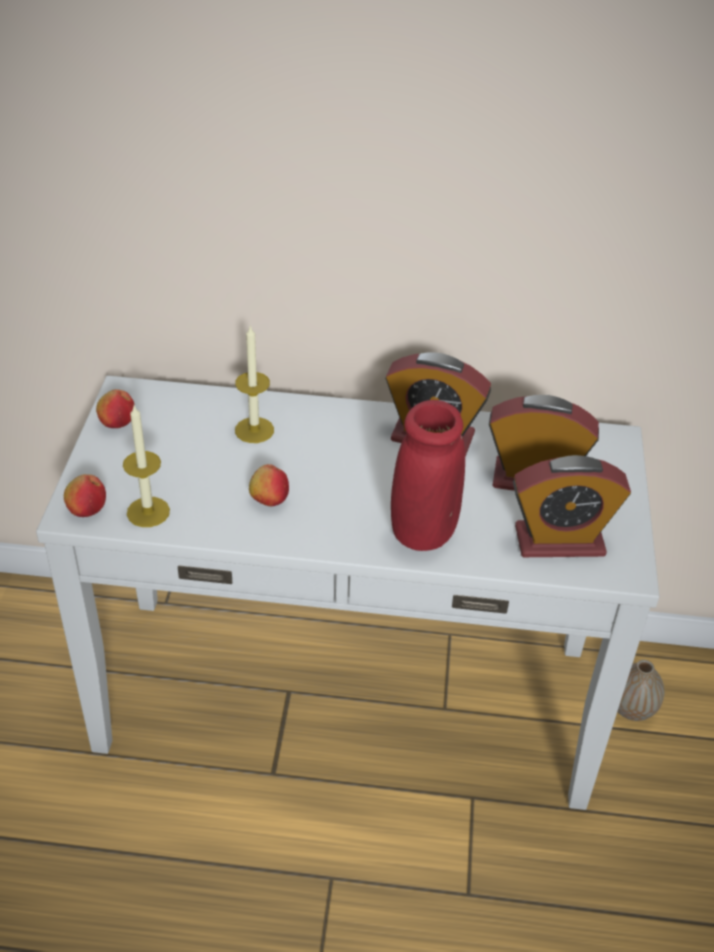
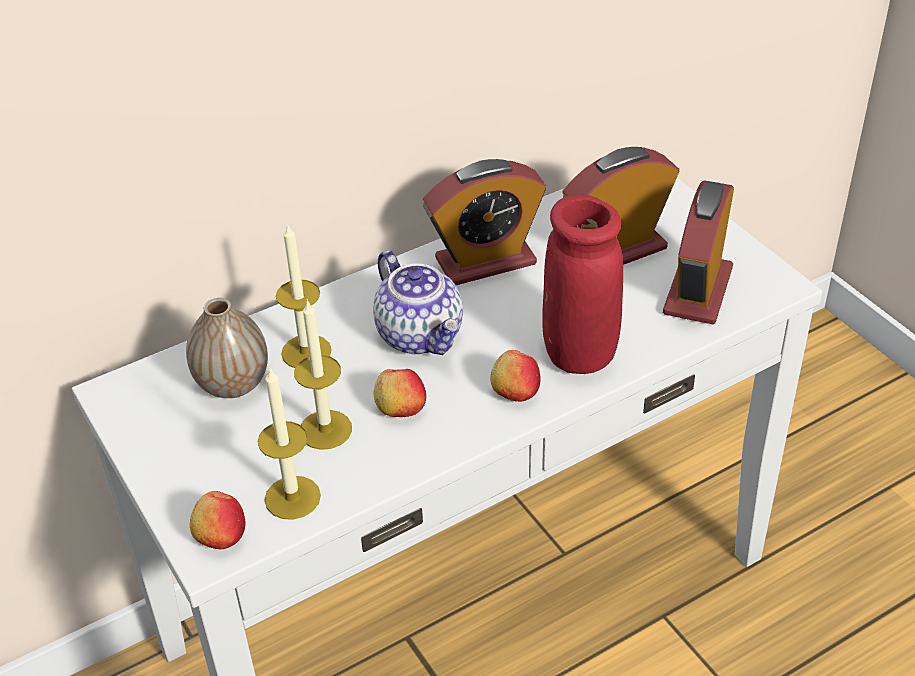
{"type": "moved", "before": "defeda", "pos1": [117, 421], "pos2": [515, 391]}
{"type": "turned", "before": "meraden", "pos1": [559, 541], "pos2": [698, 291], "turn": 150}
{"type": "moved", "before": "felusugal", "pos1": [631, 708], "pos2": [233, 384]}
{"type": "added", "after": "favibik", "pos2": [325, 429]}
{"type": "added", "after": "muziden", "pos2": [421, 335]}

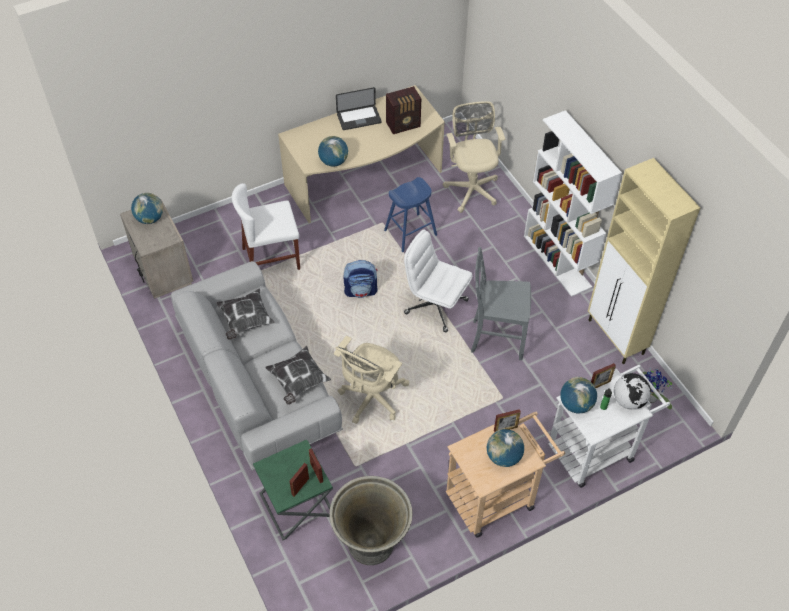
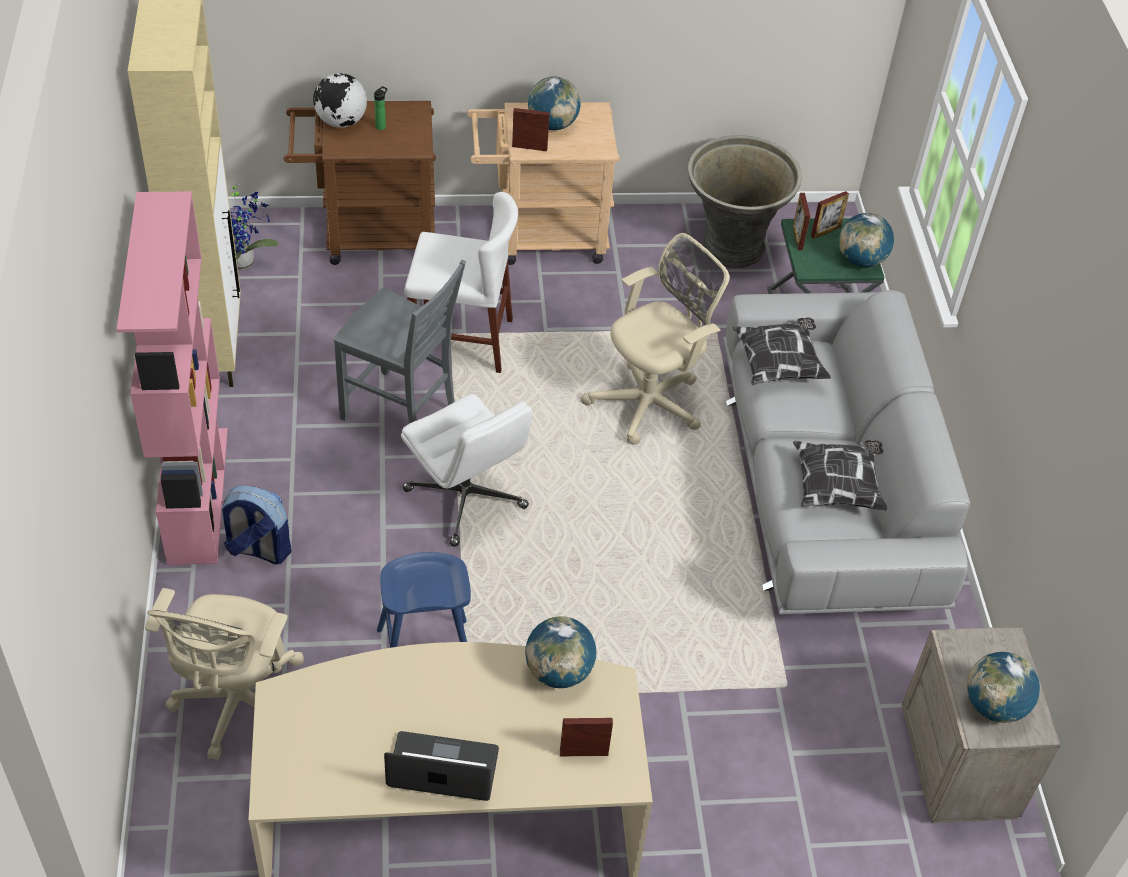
{"type": "moved", "before": "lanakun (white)", "pos1": [271, 259], "pos2": [461, 340]}
{"type": "moved", "before": "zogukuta", "pos1": [361, 291], "pos2": [258, 549]}
{"type": "removed", "before": "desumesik", "pos1": [404, 125]}
{"type": "recoloured", "before": "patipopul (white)", "after": "patipopul (pink)", "pos1": [558, 261], "pos2": [197, 494]}
{"type": "recoloured", "before": "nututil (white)", "after": "nututil (brown)", "pos1": [597, 448], "pos2": [368, 236]}
{"type": "moved", "before": "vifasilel", "pos1": [576, 404], "pos2": [861, 260]}
{"type": "moved", "before": "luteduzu", "pos1": [599, 384], "pos2": [583, 753]}

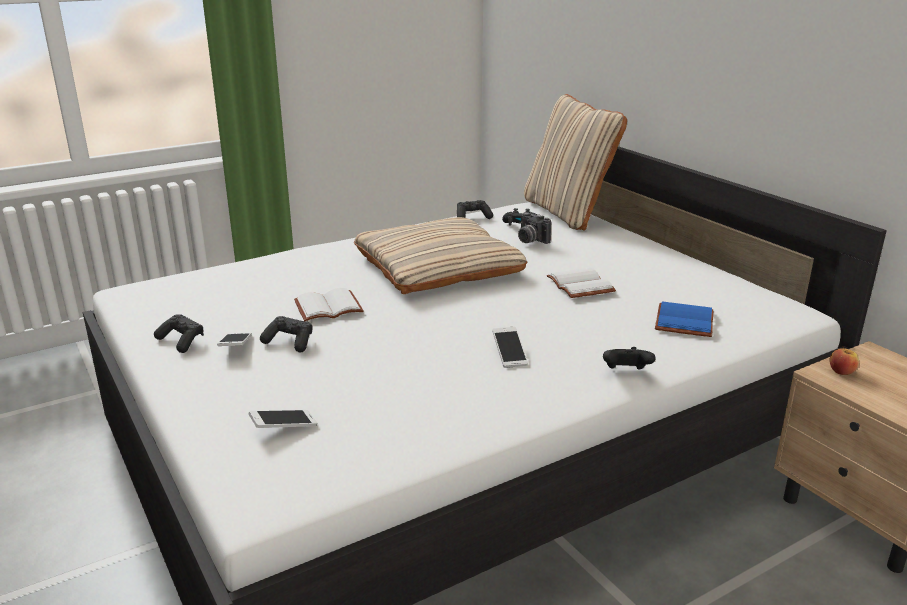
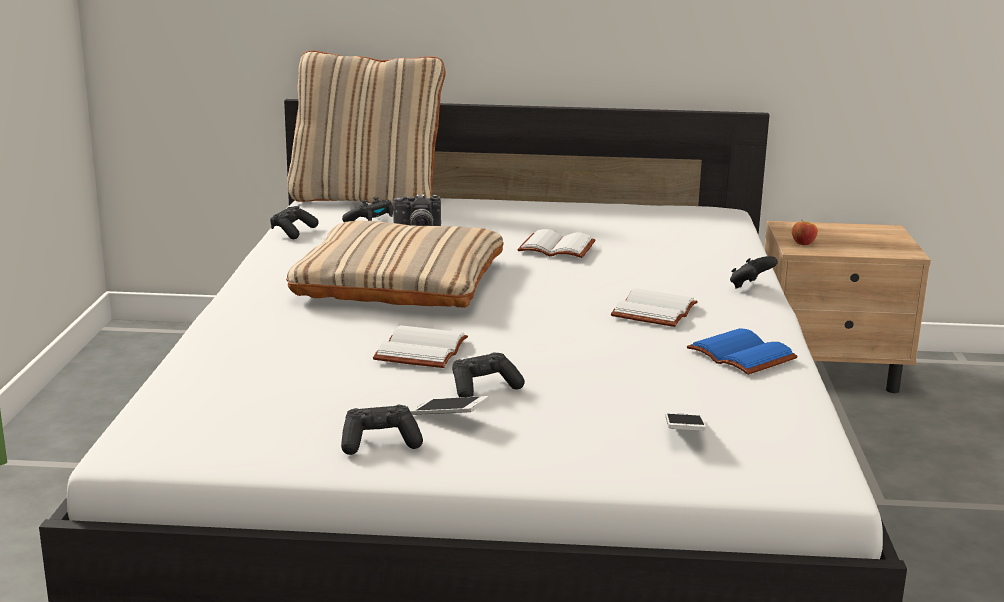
{"type": "replaced", "before": "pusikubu", "after": "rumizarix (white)", "pos1": [509, 354], "pos2": [656, 312]}
{"type": "moved", "before": "rumizarix (blue)", "pos1": [682, 321], "pos2": [738, 355]}

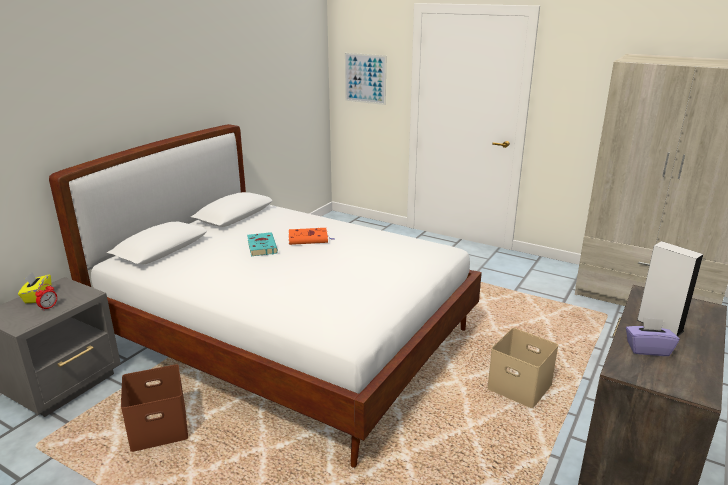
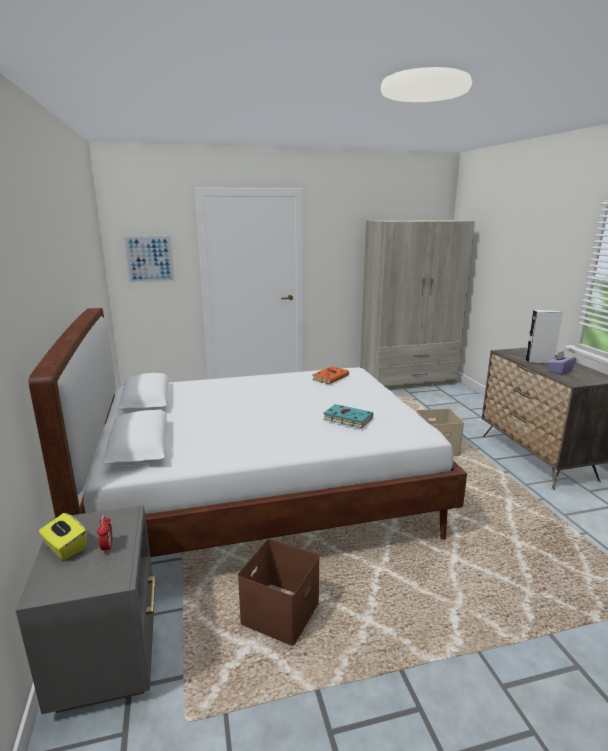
{"type": "moved", "before": "rumizarix (turquoise)", "pos1": [261, 246], "pos2": [346, 418]}
{"type": "moved", "before": "rumizarix (orange)", "pos1": [309, 239], "pos2": [331, 377]}

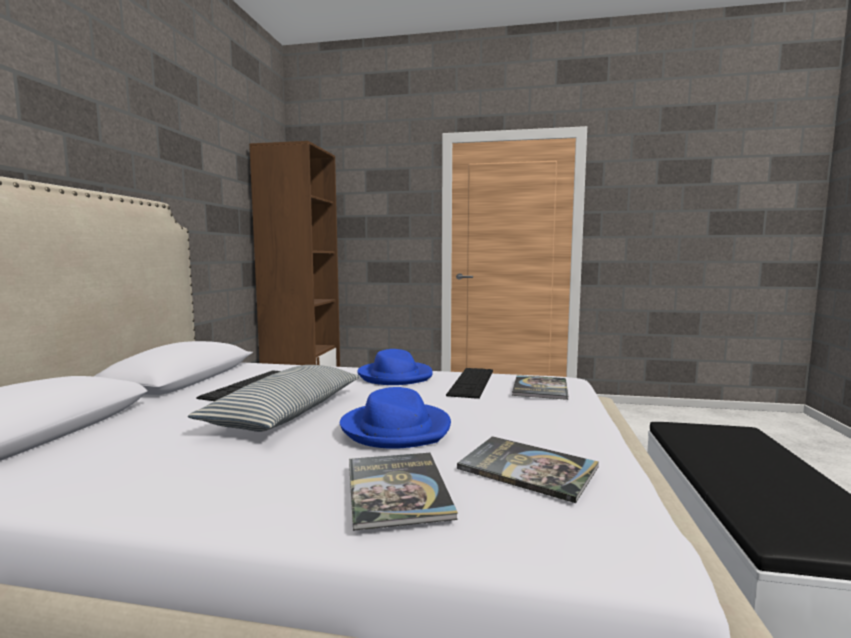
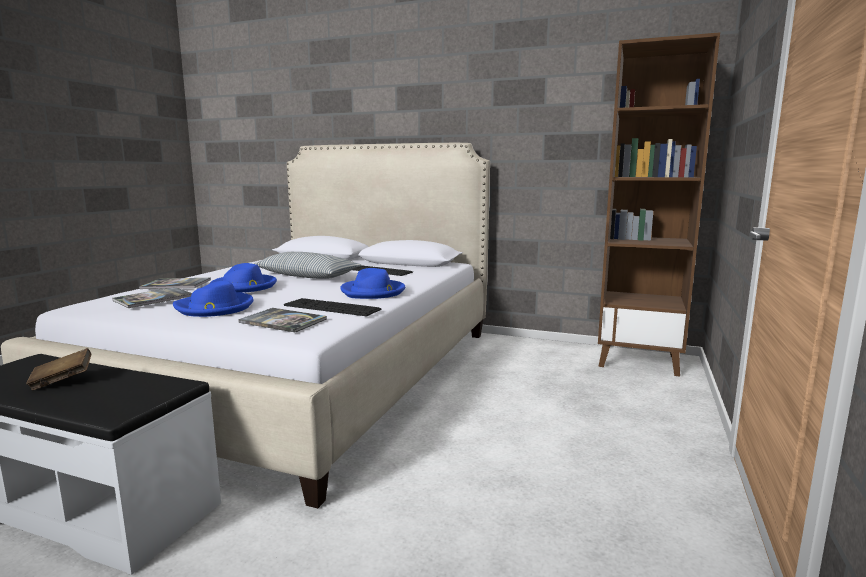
{"type": "added", "after": "rumizarix (brown)", "pos2": [62, 381]}
{"type": "added", "after": "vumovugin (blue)", "pos2": [215, 308]}

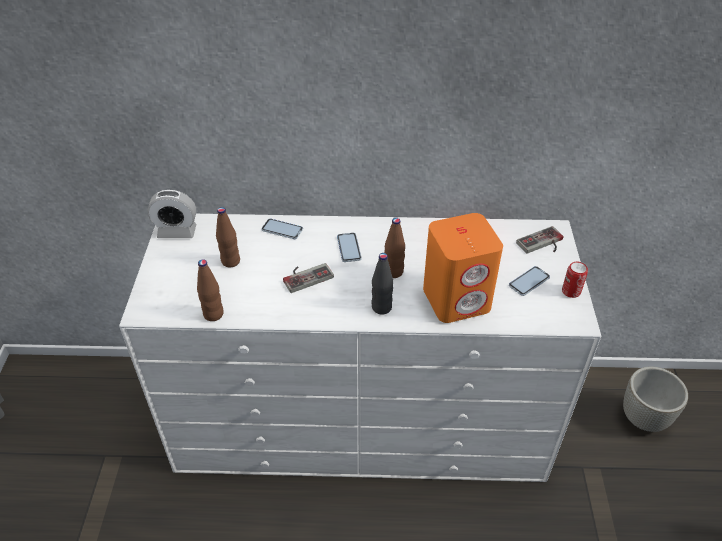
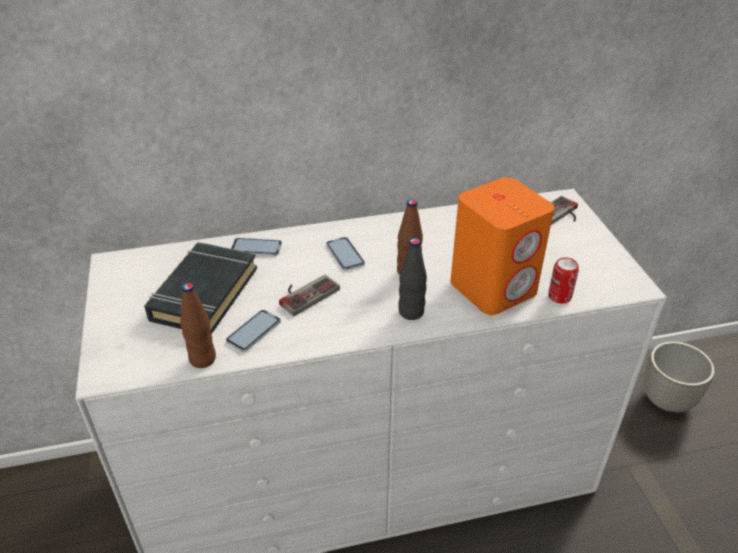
{"type": "removed", "before": "meraden", "pos1": [177, 232]}
{"type": "replaced", "before": "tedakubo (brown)", "after": "rumizarix (black)", "pos1": [230, 261], "pos2": [204, 293]}
{"type": "moved", "before": "pusikubu", "pos1": [529, 281], "pos2": [253, 331]}
{"type": "moved", "before": "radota", "pos1": [571, 291], "pos2": [559, 296]}

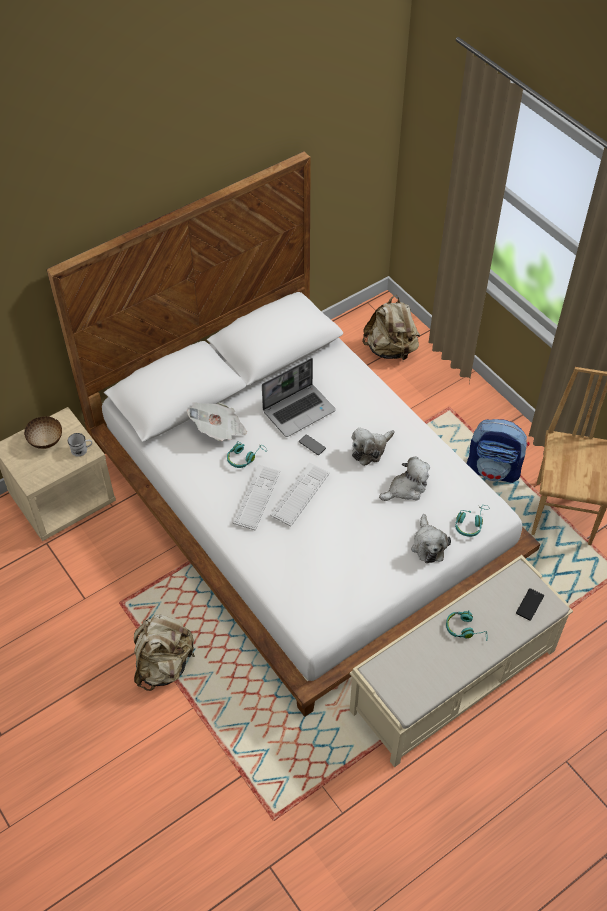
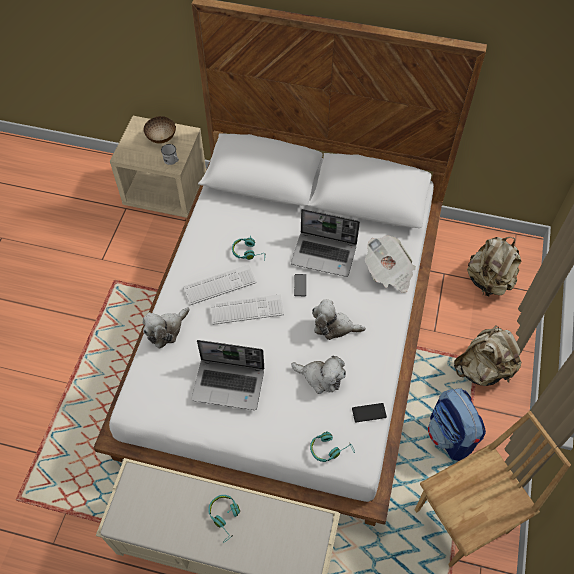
{"type": "moved", "before": "zogukuta (beige)", "pos1": [164, 665], "pos2": [483, 369]}
{"type": "moved", "before": "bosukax", "pos1": [218, 429], "pos2": [389, 272]}
{"type": "moved", "before": "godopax", "pos1": [428, 545], "pos2": [166, 330]}
{"type": "moved", "before": "pusikubu", "pos1": [530, 604], "pos2": [369, 413]}
{"type": "added", "after": "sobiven", "pos2": [229, 384]}

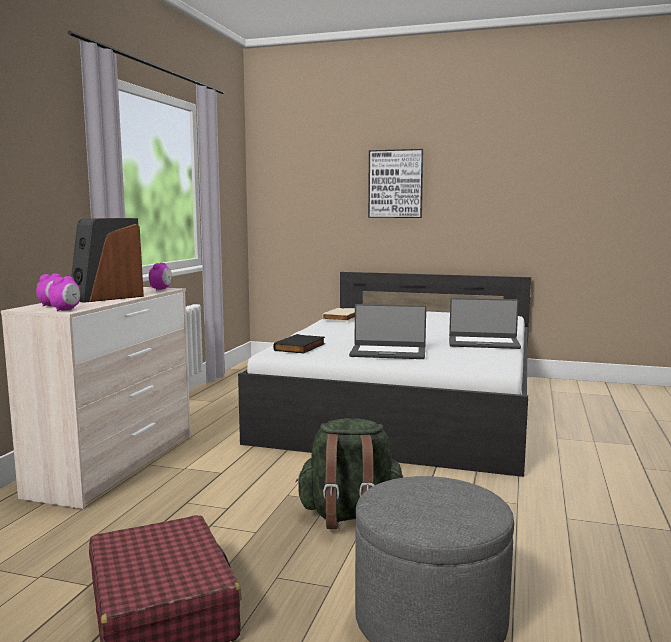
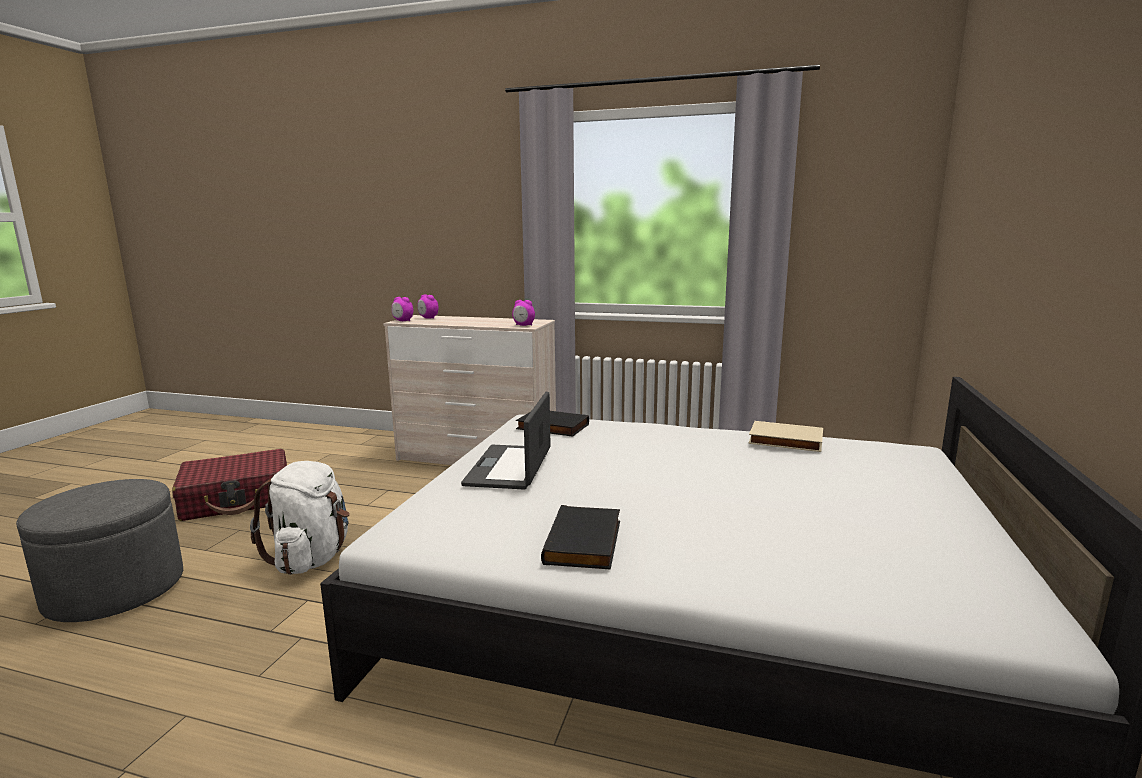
{"type": "removed", "before": "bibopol", "pos1": [106, 297]}
{"type": "recoloured", "before": "zogukuta (green)", "after": "zogukuta (white)", "pos1": [350, 516], "pos2": [312, 558]}
{"type": "removed", "before": "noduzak", "pos1": [395, 184]}
{"type": "replaced", "before": "sobiven", "after": "rumizarix (black)", "pos1": [483, 343], "pos2": [585, 542]}

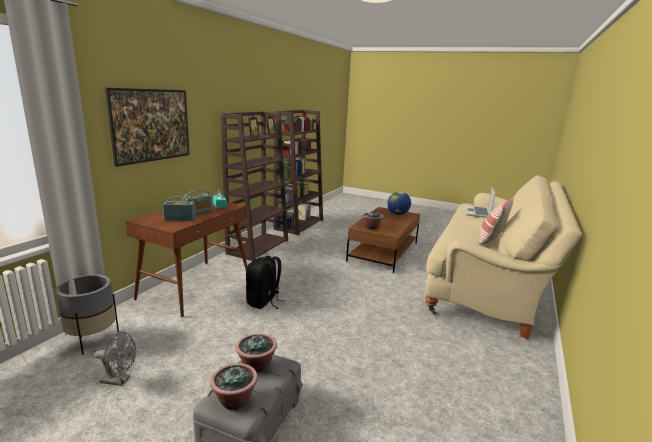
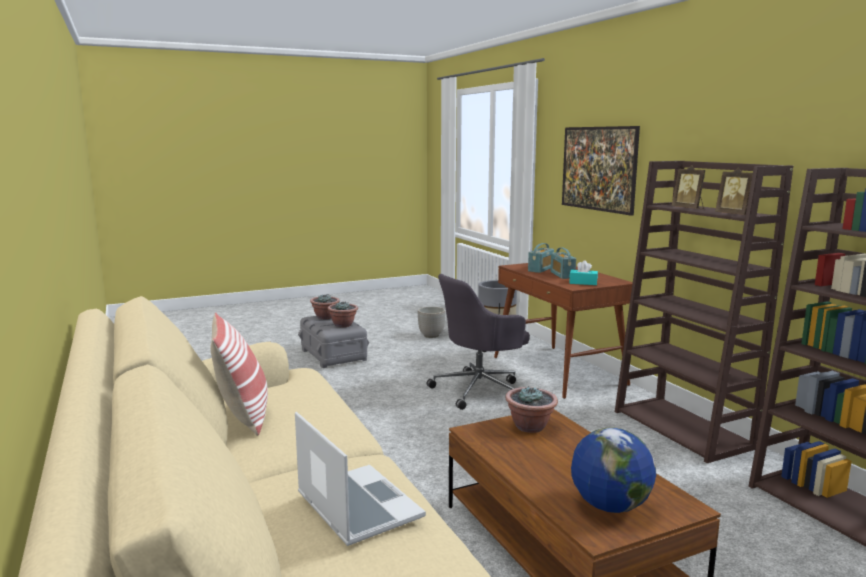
{"type": "replaced", "before": "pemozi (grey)", "after": "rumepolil", "pos1": [119, 380], "pos2": [431, 335]}
{"type": "replaced", "before": "zogukuta (black)", "after": "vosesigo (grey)", "pos1": [264, 302], "pos2": [480, 390]}

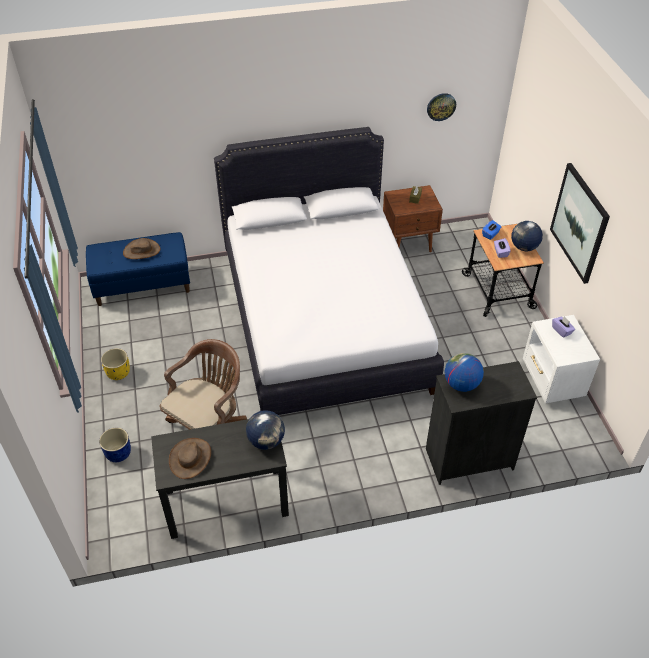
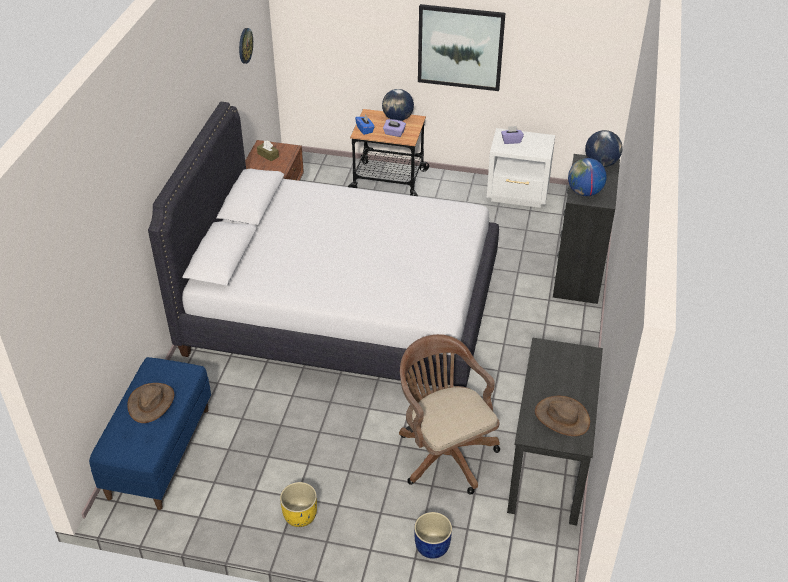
{"type": "moved", "before": "vifasilel", "pos1": [266, 441], "pos2": [601, 163]}

